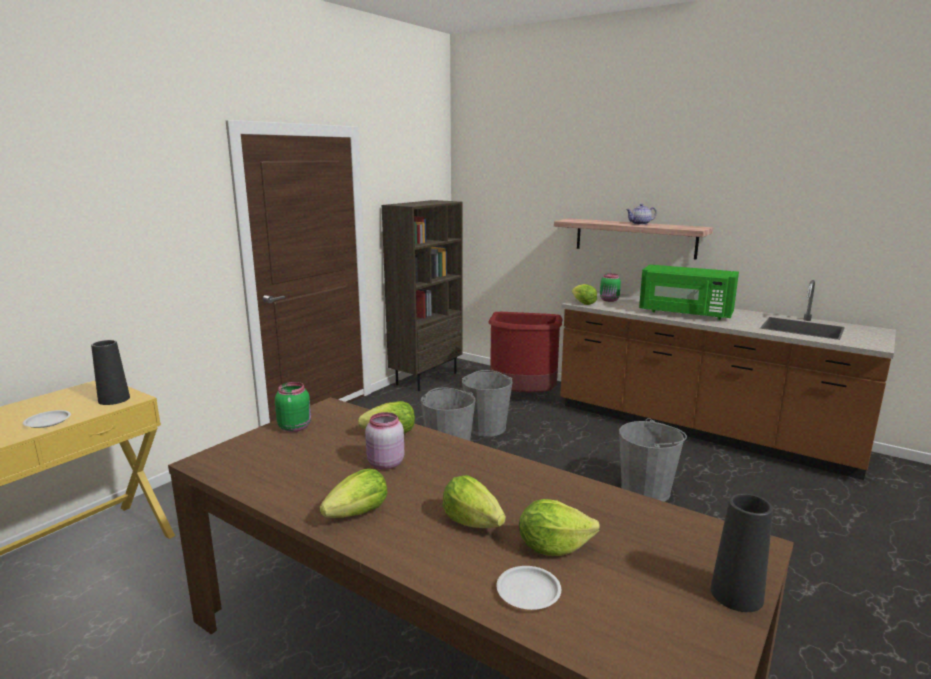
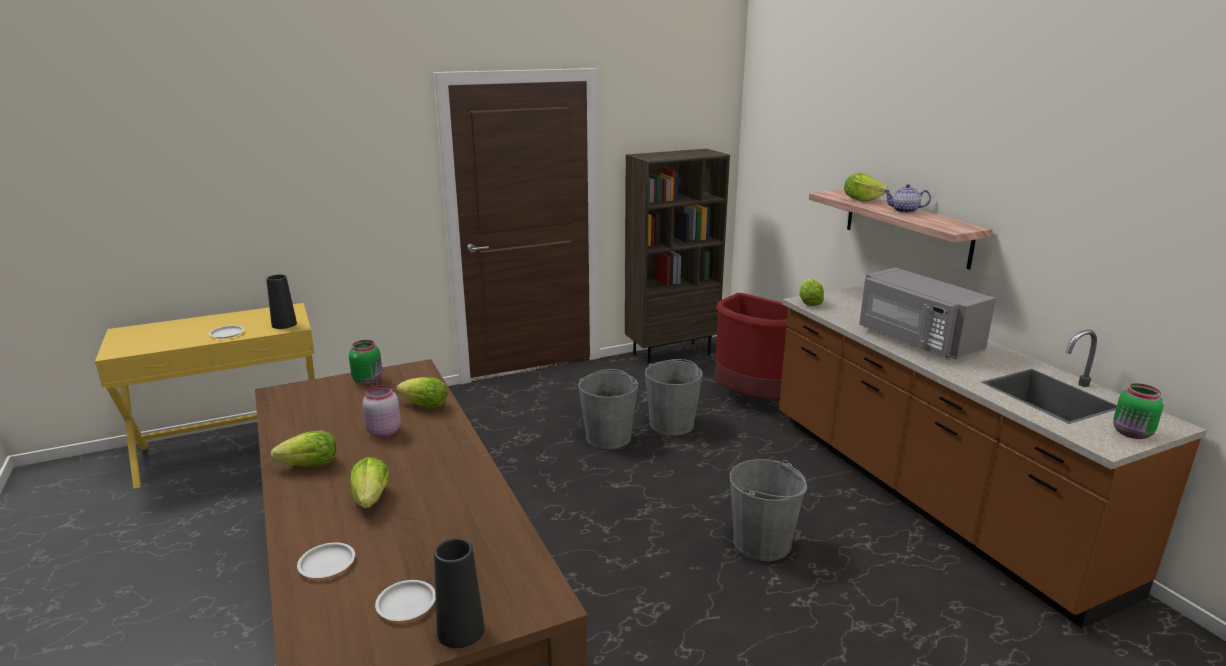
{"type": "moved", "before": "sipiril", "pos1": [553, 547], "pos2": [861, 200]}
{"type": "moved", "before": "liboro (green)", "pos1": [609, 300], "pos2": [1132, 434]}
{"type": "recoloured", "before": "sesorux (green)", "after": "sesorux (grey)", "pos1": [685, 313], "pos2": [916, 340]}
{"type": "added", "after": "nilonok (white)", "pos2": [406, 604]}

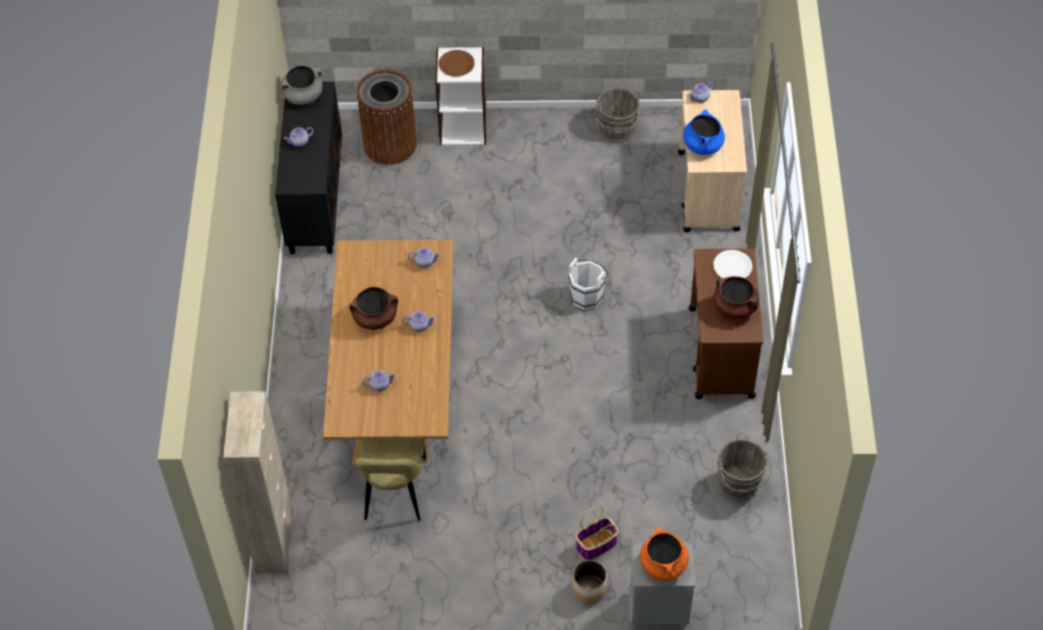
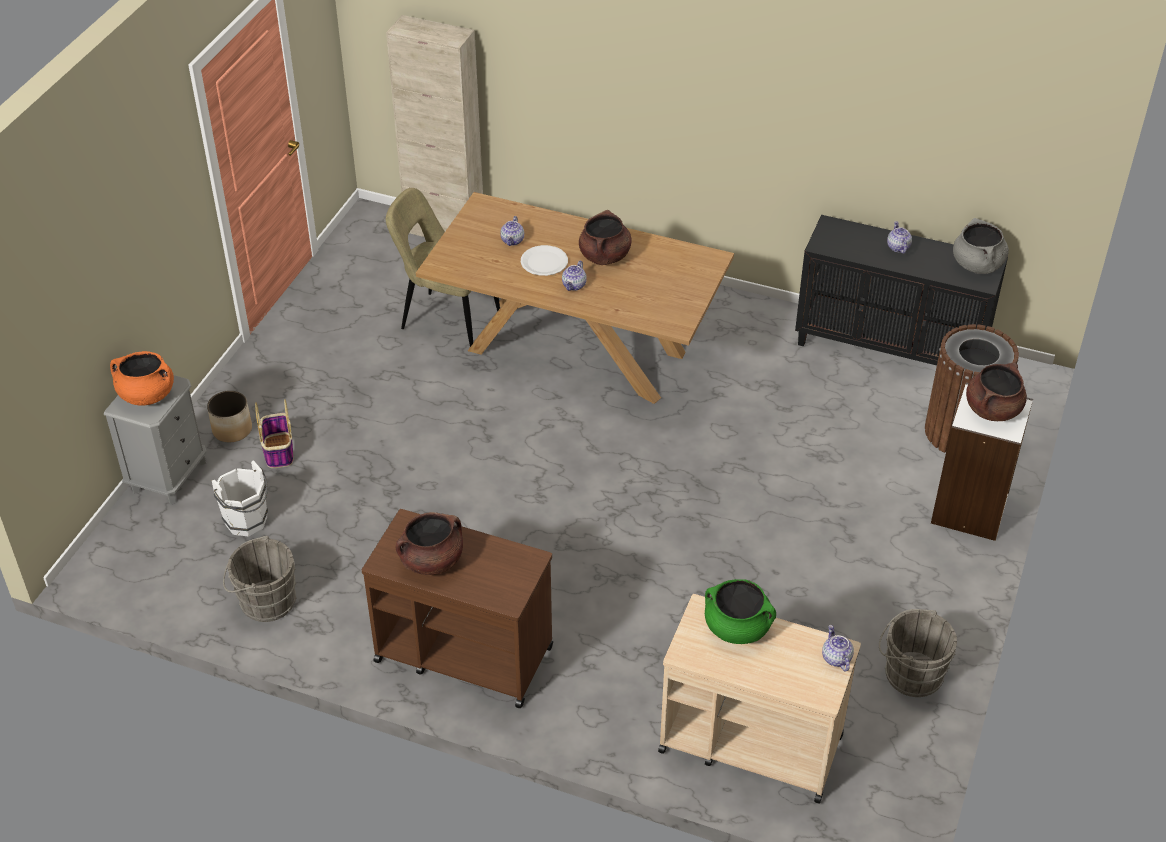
{"type": "removed", "before": "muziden", "pos1": [425, 262]}
{"type": "replaced", "before": "nilonok (brown)", "after": "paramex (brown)", "pos1": [456, 64], "pos2": [992, 409]}
{"type": "moved", "before": "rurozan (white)", "pos1": [588, 296], "pos2": [248, 523]}
{"type": "recoloured", "before": "paramex (blue)", "after": "paramex (green)", "pos1": [702, 145], "pos2": [737, 627]}
{"type": "moved", "before": "nilonok (white)", "pos1": [732, 266], "pos2": [544, 262]}

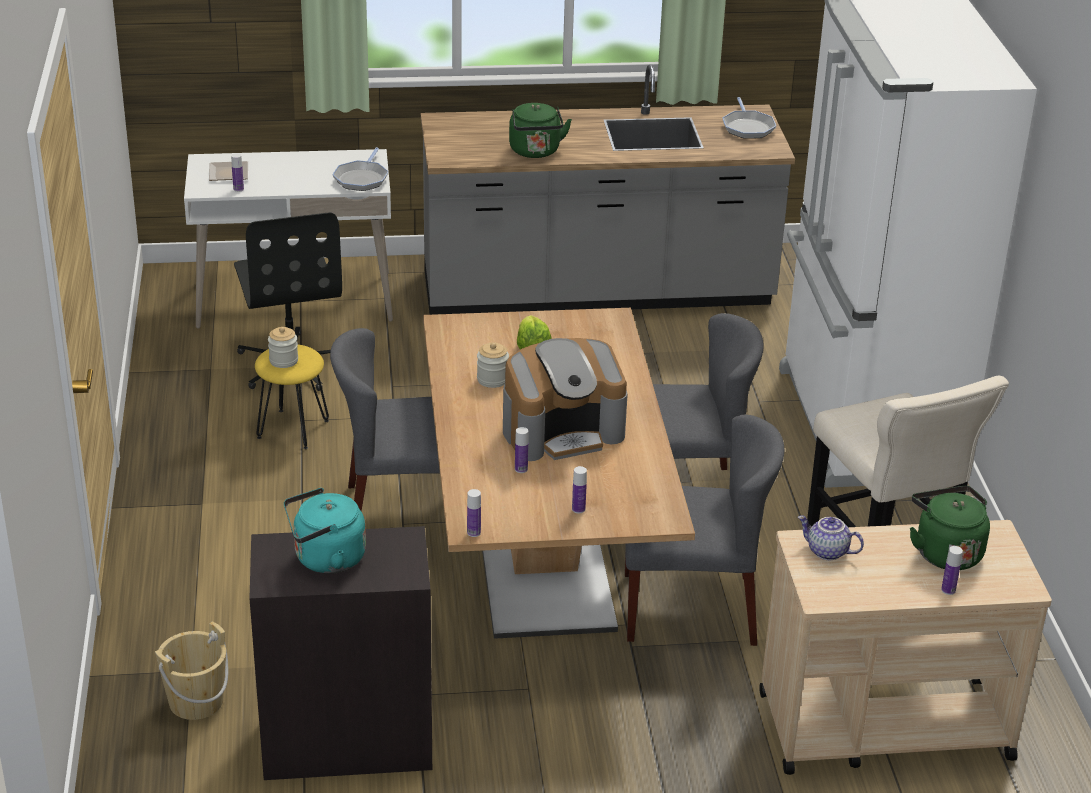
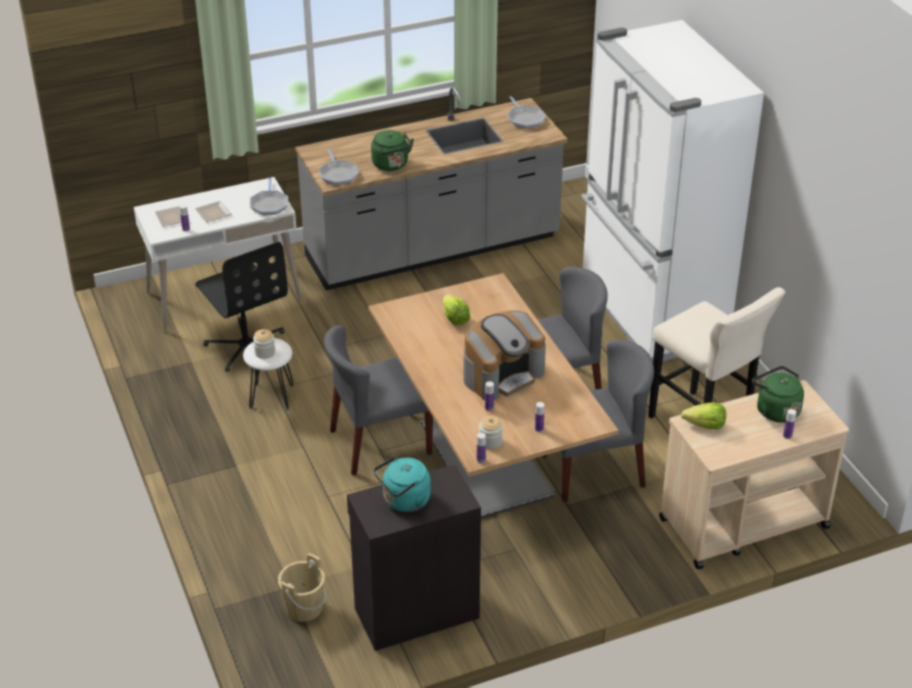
{"type": "recoloured", "before": "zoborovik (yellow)", "after": "zoborovik (white)", "pos1": [293, 428], "pos2": [271, 396]}
{"type": "moved", "before": "liboro", "pos1": [492, 379], "pos2": [490, 442]}
{"type": "replaced", "before": "muziden", "after": "sipiril", "pos1": [826, 552], "pos2": [705, 426]}
{"type": "added", "after": "nilonok", "pos2": [213, 214]}
{"type": "added", "after": "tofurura", "pos2": [338, 174]}

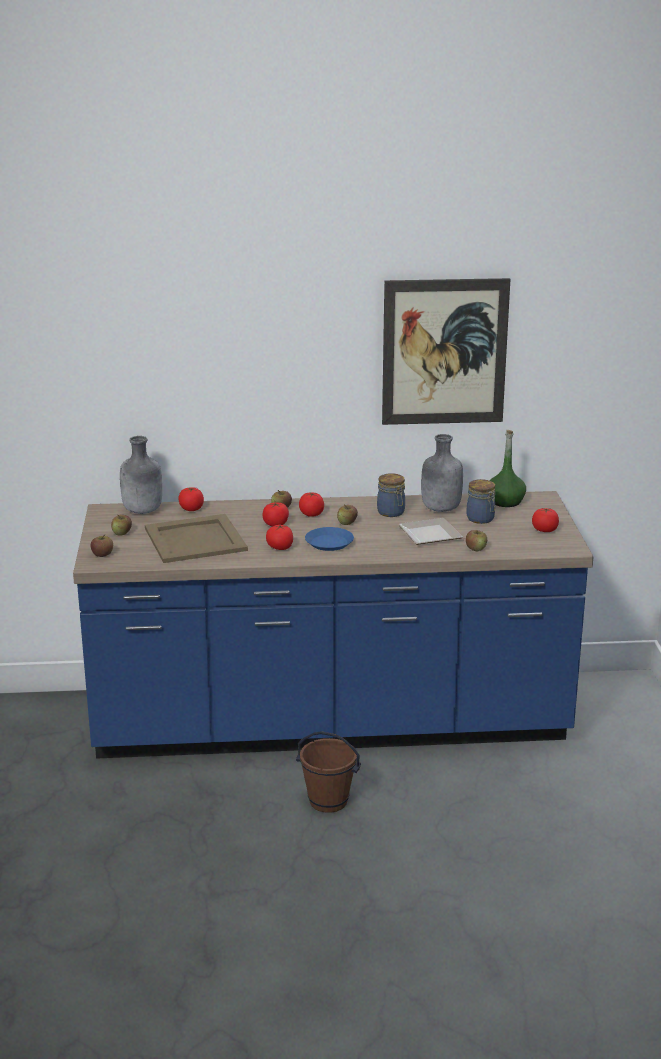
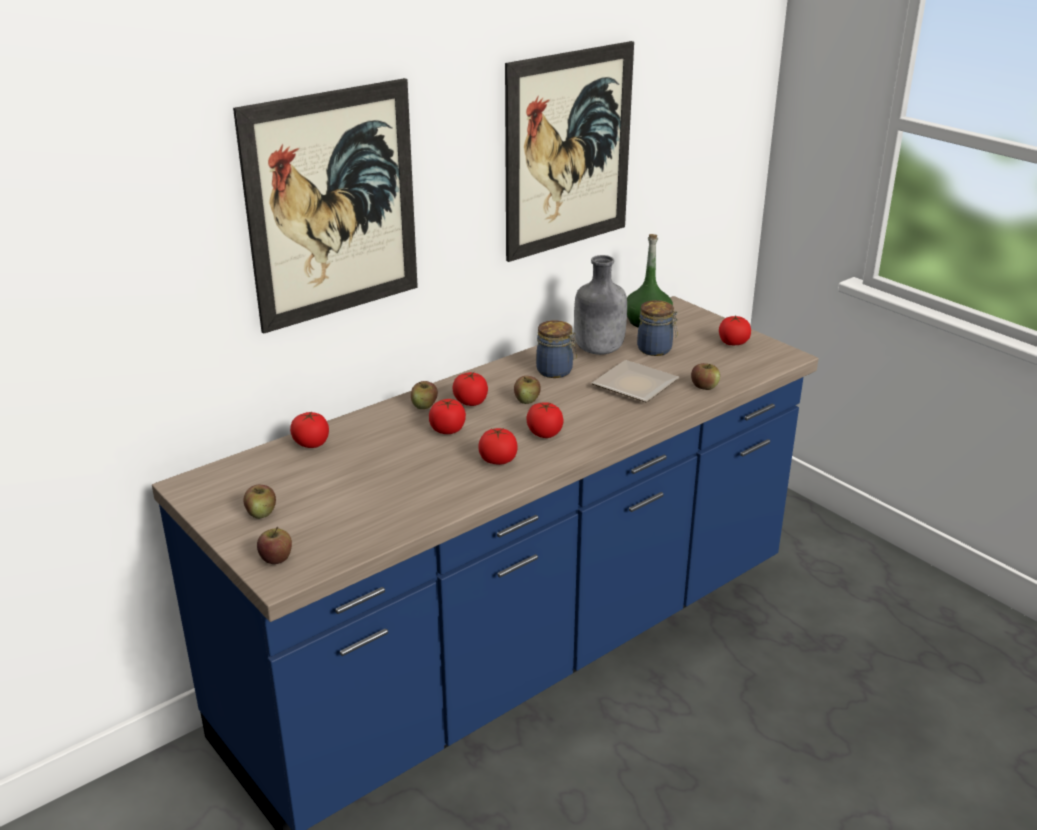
{"type": "removed", "before": "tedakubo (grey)", "pos1": [142, 511]}
{"type": "removed", "before": "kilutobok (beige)", "pos1": [194, 539]}
{"type": "removed", "before": "rurozan (brown)", "pos1": [328, 801]}
{"type": "replaced", "before": "nilonok (blue)", "after": "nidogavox", "pos1": [329, 543], "pos2": [544, 433]}
{"type": "added", "after": "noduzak", "pos2": [332, 205]}

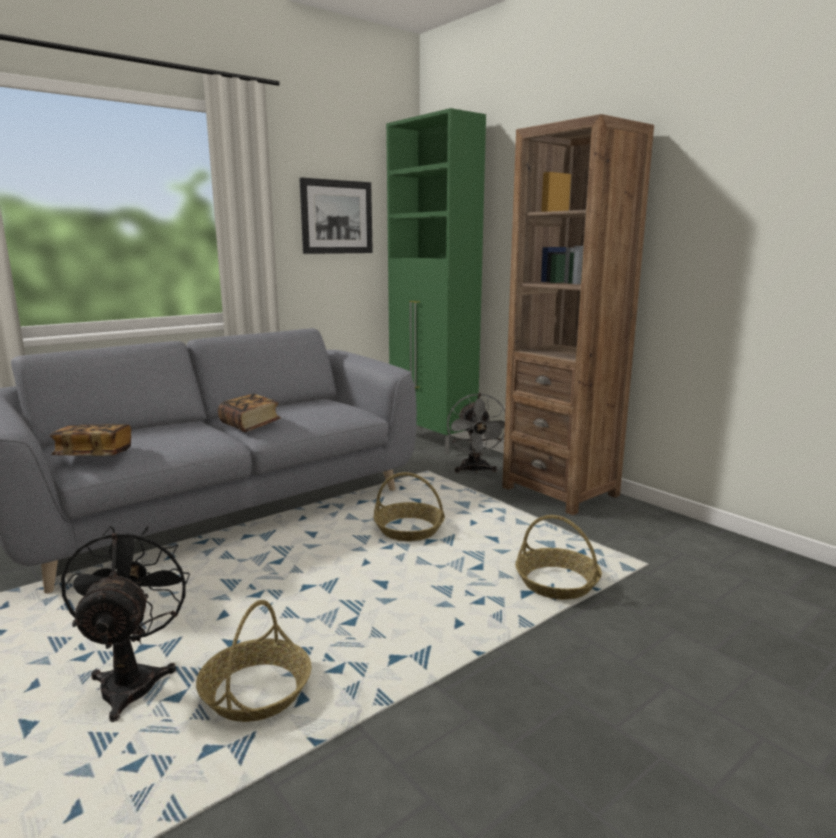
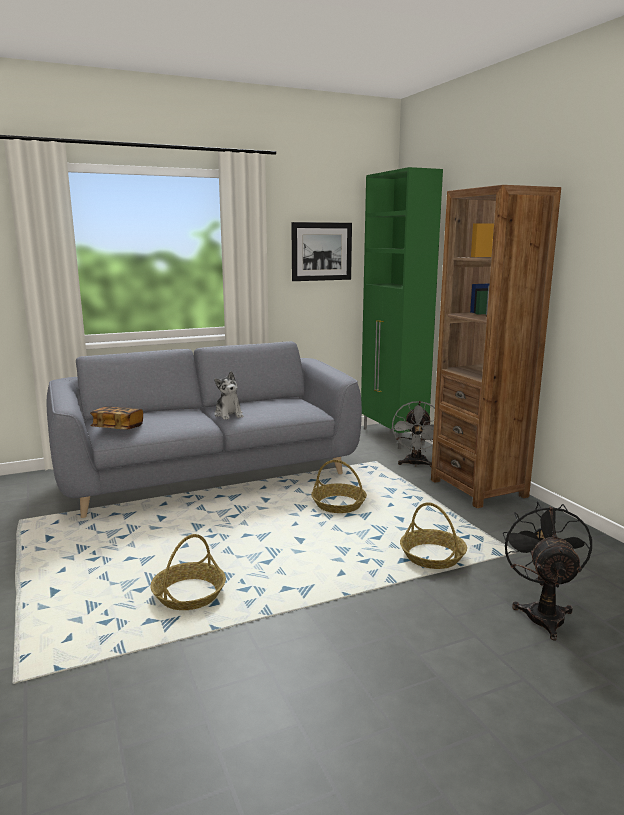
{"type": "moved", "before": "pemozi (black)", "pos1": [133, 679], "pos2": [542, 612]}
{"type": "replaced", "before": "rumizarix", "after": "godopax", "pos1": [250, 425], "pos2": [229, 414]}

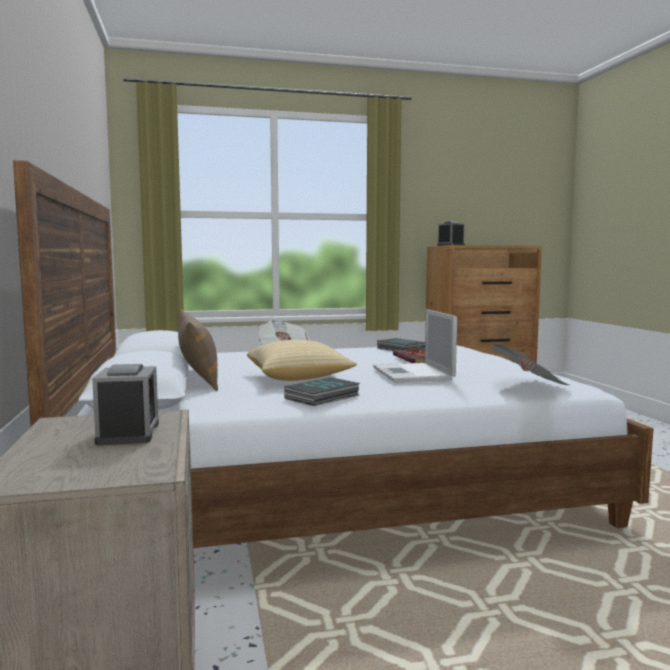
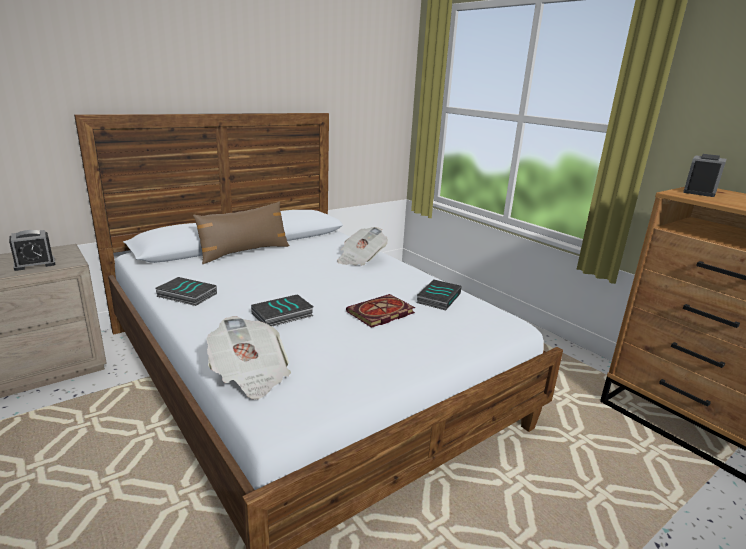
{"type": "removed", "before": "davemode", "pos1": [299, 378]}
{"type": "replaced", "before": "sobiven", "after": "rumizarix", "pos1": [413, 374], "pos2": [282, 315]}

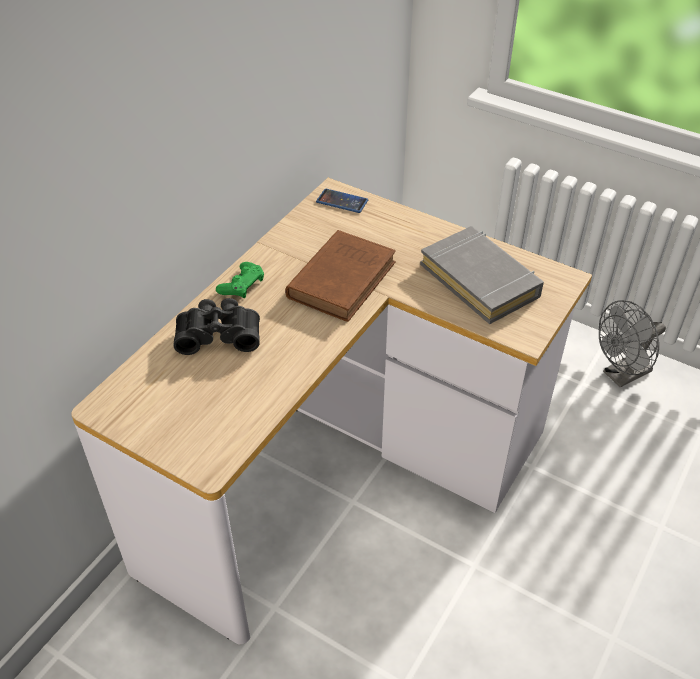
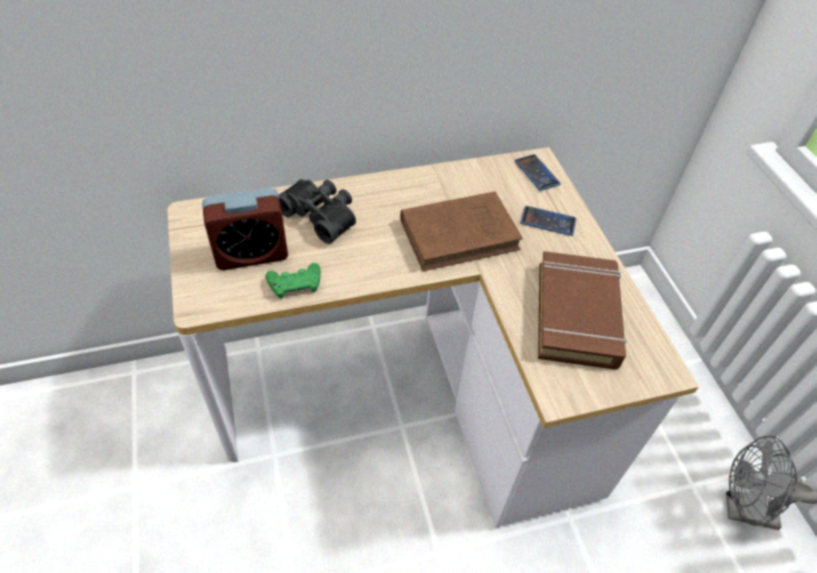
{"type": "moved", "before": "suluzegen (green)", "pos1": [242, 285], "pos2": [295, 284]}
{"type": "recoloured", "before": "rumizarix (grey)", "after": "rumizarix (brown)", "pos1": [480, 280], "pos2": [577, 315]}
{"type": "added", "after": "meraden", "pos2": [251, 254]}
{"type": "added", "after": "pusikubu", "pos2": [548, 221]}

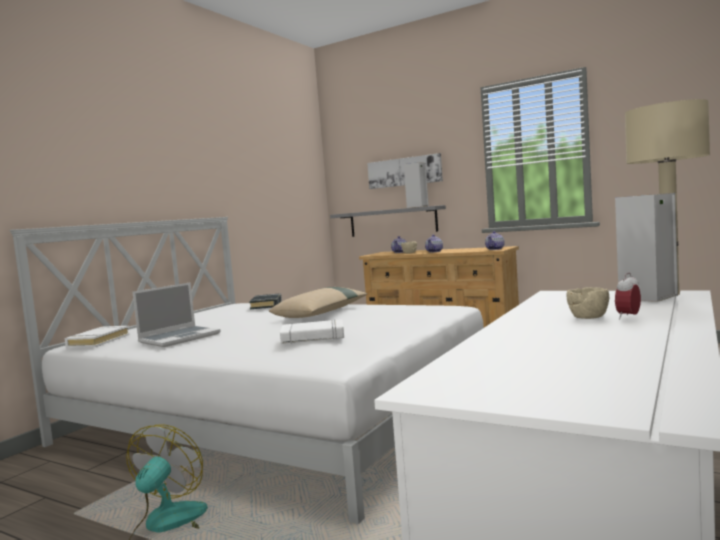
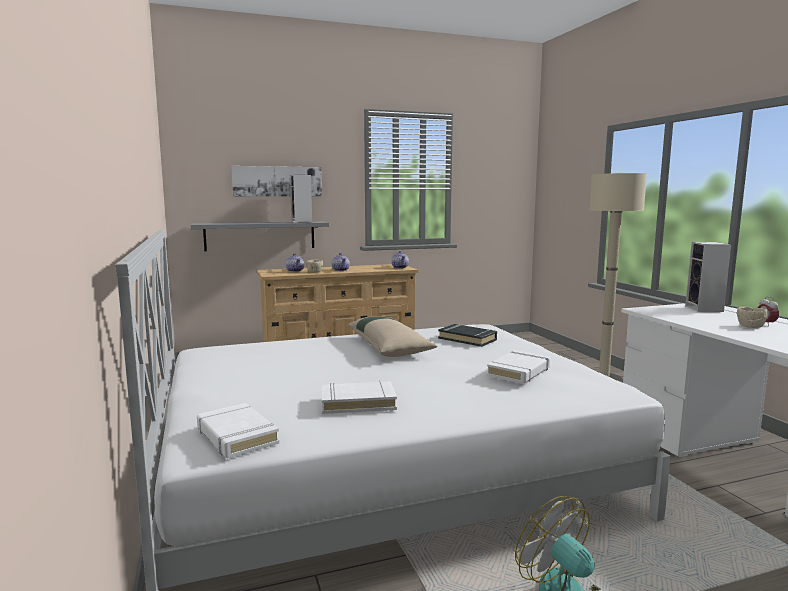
{"type": "replaced", "before": "sobiven", "after": "rumizarix (white)", "pos1": [180, 338], "pos2": [358, 403]}
{"type": "moved", "before": "rumizarix (black)", "pos1": [266, 305], "pos2": [467, 339]}

